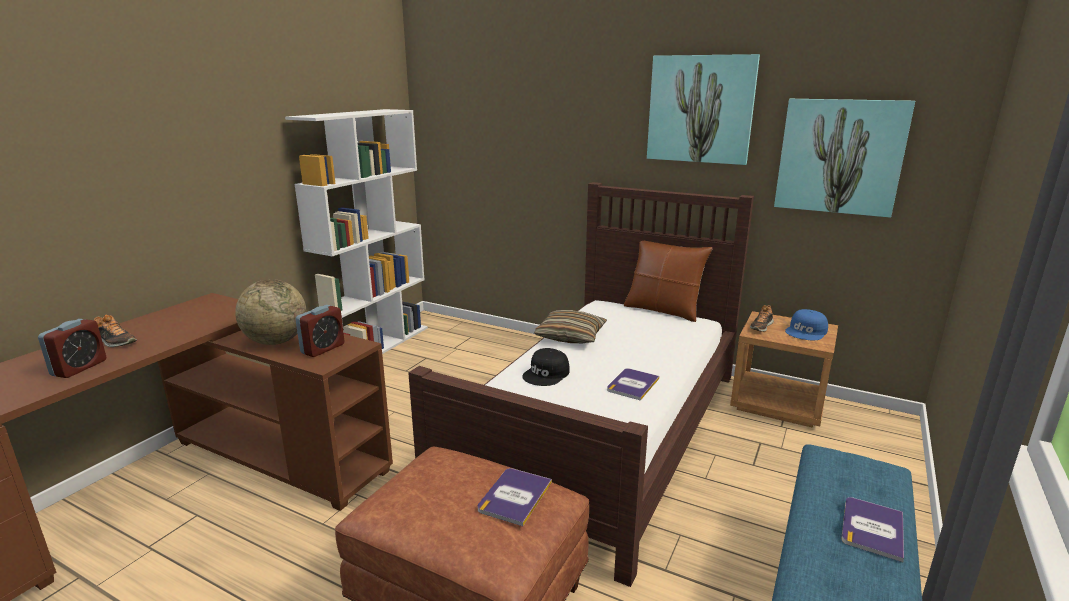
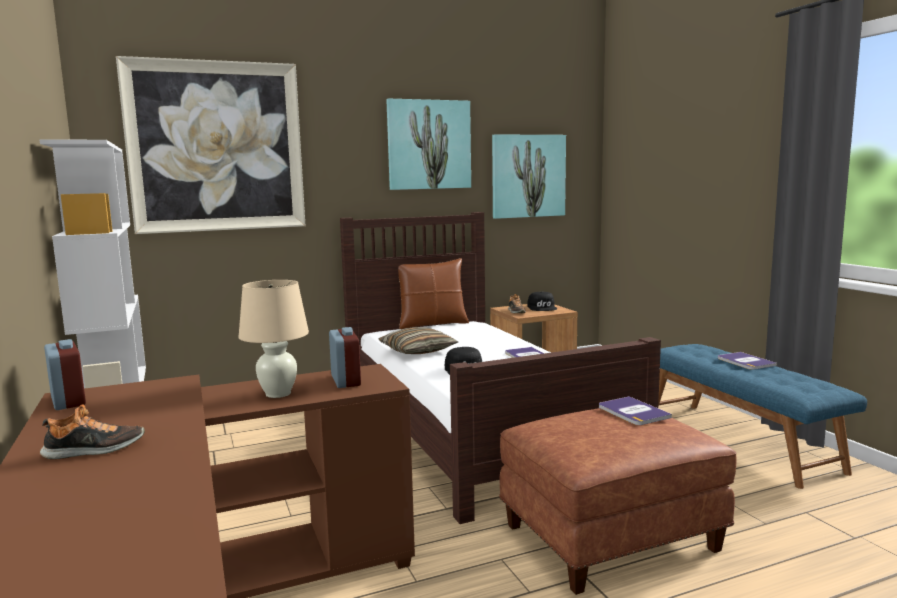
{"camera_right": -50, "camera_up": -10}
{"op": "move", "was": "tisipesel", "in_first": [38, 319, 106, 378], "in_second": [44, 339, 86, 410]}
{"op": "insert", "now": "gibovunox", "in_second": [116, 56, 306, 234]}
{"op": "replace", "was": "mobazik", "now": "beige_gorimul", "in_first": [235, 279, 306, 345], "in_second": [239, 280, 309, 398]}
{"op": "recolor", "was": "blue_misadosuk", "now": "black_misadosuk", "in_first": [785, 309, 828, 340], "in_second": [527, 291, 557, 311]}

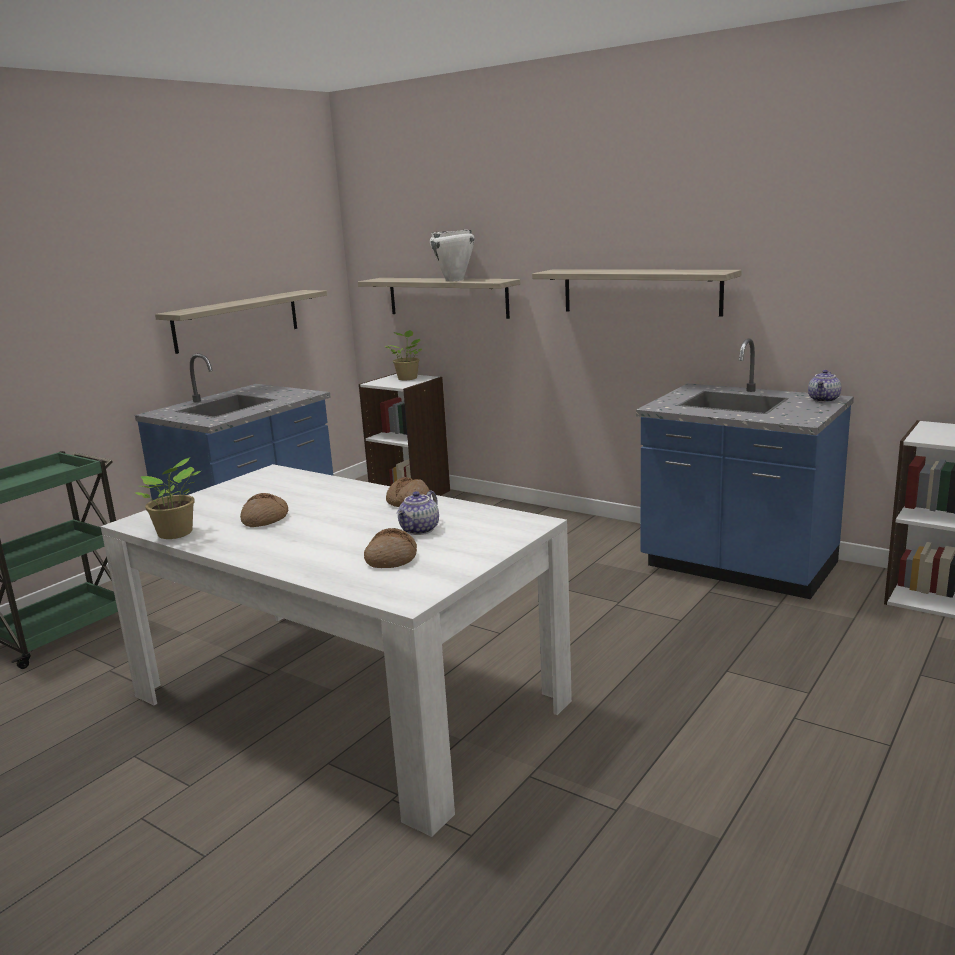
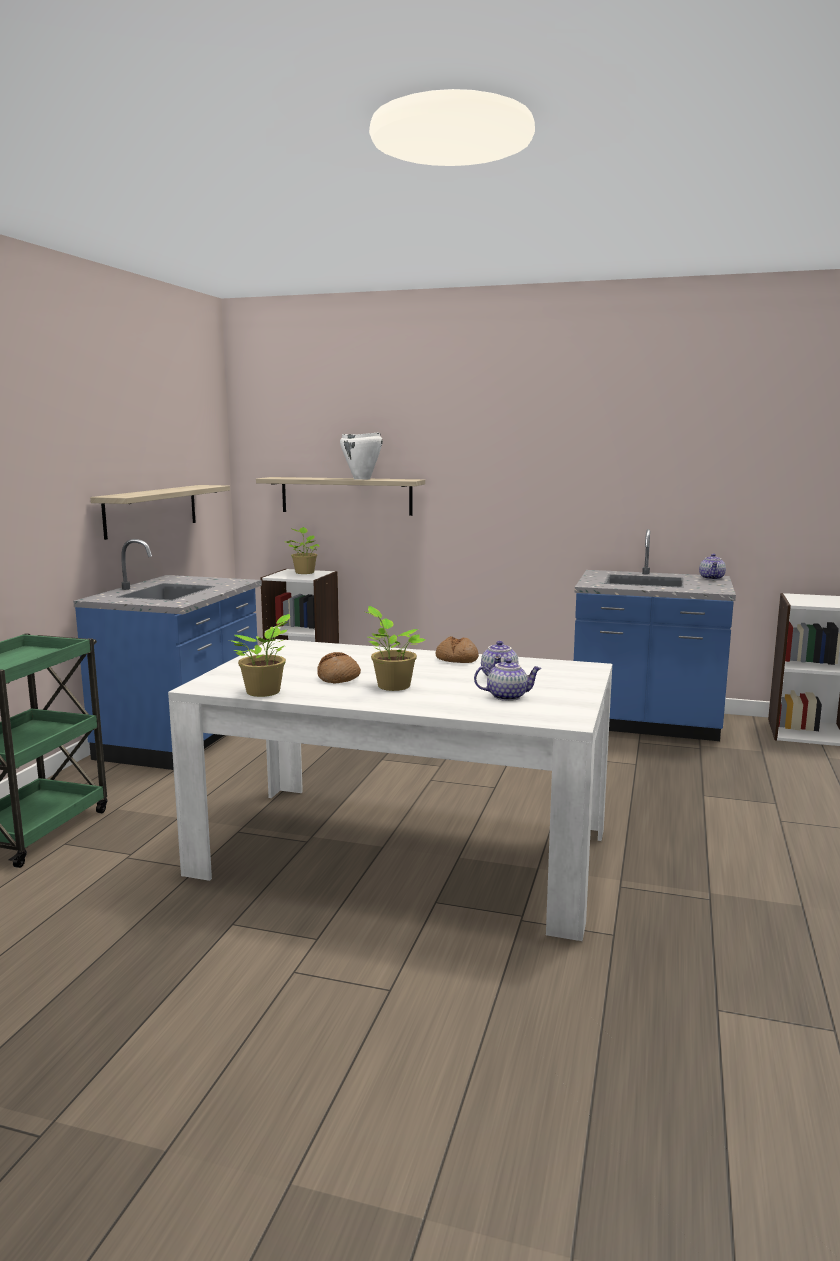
{"camera_right": -20, "camera_up": -5}
{"op": "insert", "now": "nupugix", "in_second": [366, 606, 425, 691]}
{"op": "replace", "was": "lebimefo", "now": "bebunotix", "in_first": [364, 528, 417, 568], "in_second": [474, 658, 542, 701]}
{"op": "delete", "was": "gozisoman", "in_first": [532, 269, 742, 317]}

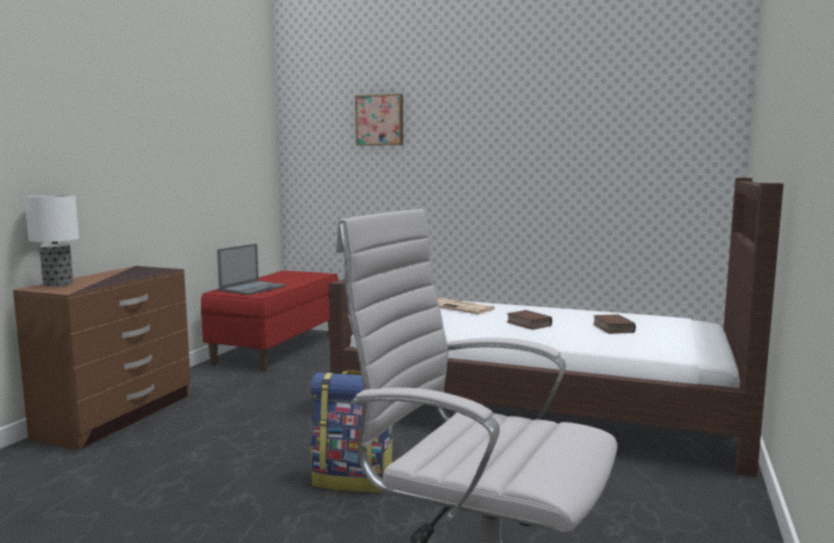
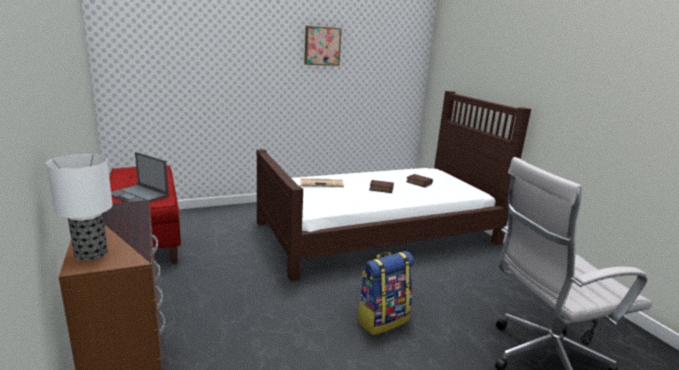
{"camera_right": -45, "camera_up": 10}
{"op": "rotate", "was": "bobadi", "in_first": [217, 244, 286, 295], "in_second": [111, 152, 169, 202], "clockwise": 135}
{"op": "move", "was": "gibovunox", "in_first": [355, 94, 403, 146], "in_second": [304, 26, 342, 66]}

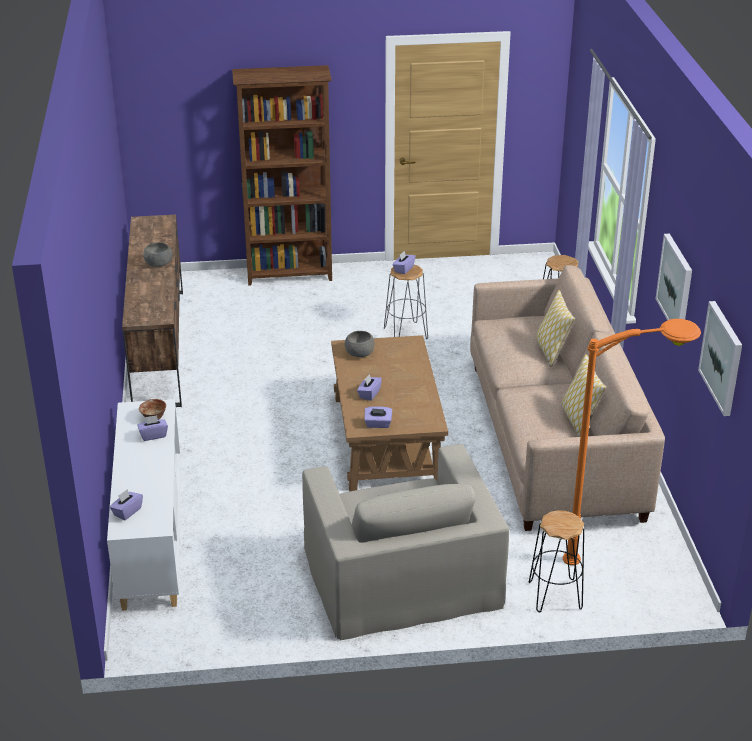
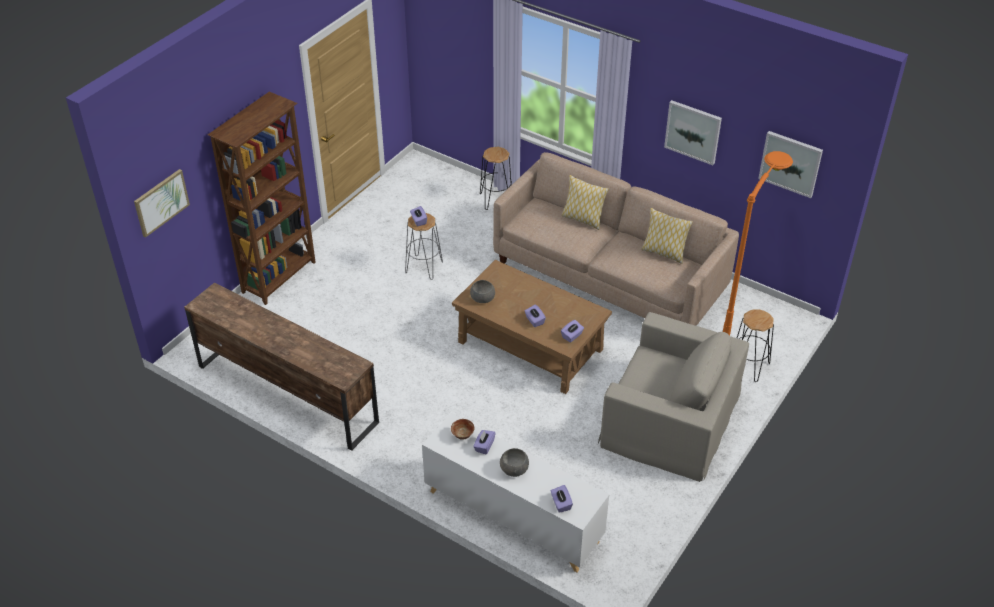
{"camera_right": -50, "camera_up": 10}
{"op": "insert", "now": "gibovunox", "in_second": [134, 169, 190, 237]}
{"op": "move", "was": "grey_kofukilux", "in_first": [143, 242, 173, 267], "in_second": [500, 448, 529, 477]}

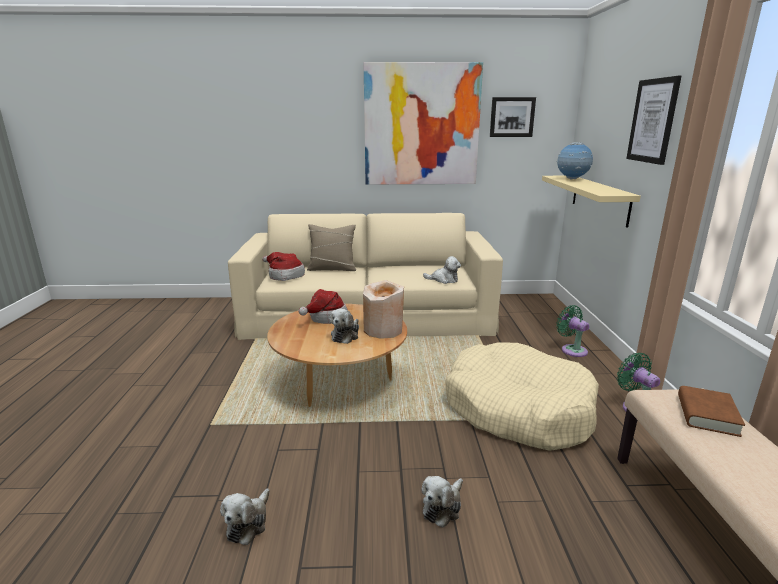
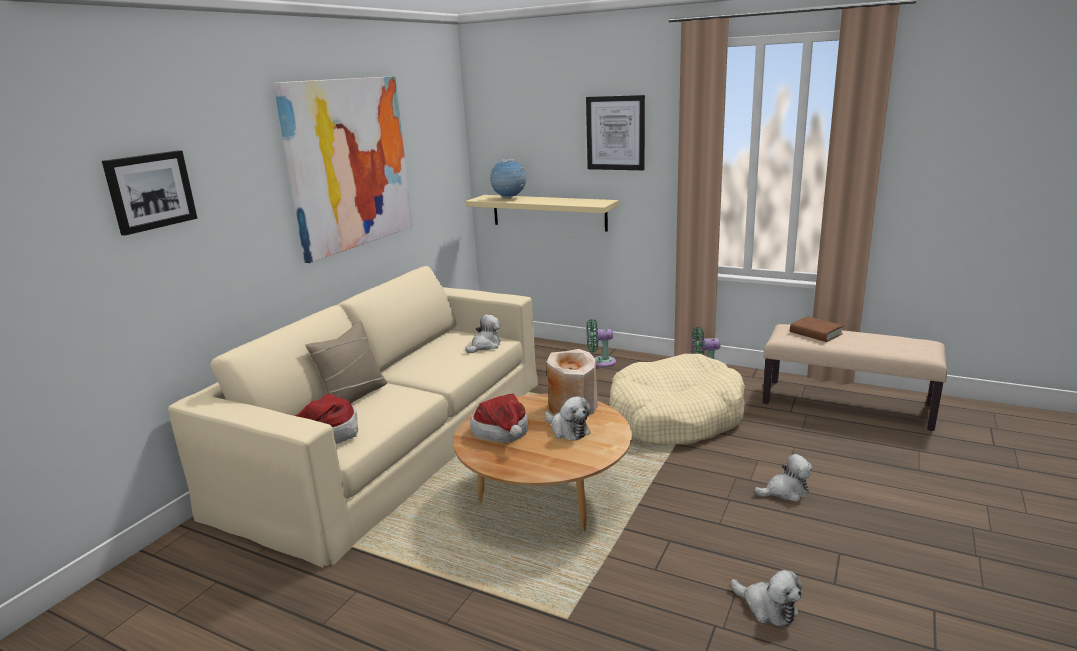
{"camera_right": -60, "camera_up": 0}
{"op": "move", "was": "gibovunox", "in_first": [490, 97, 536, 137], "in_second": [102, 150, 197, 236]}
{"op": "rotate", "was": "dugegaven", "in_first": [421, 476, 463, 528], "in_second": [754, 454, 812, 502], "clockwise": -75}

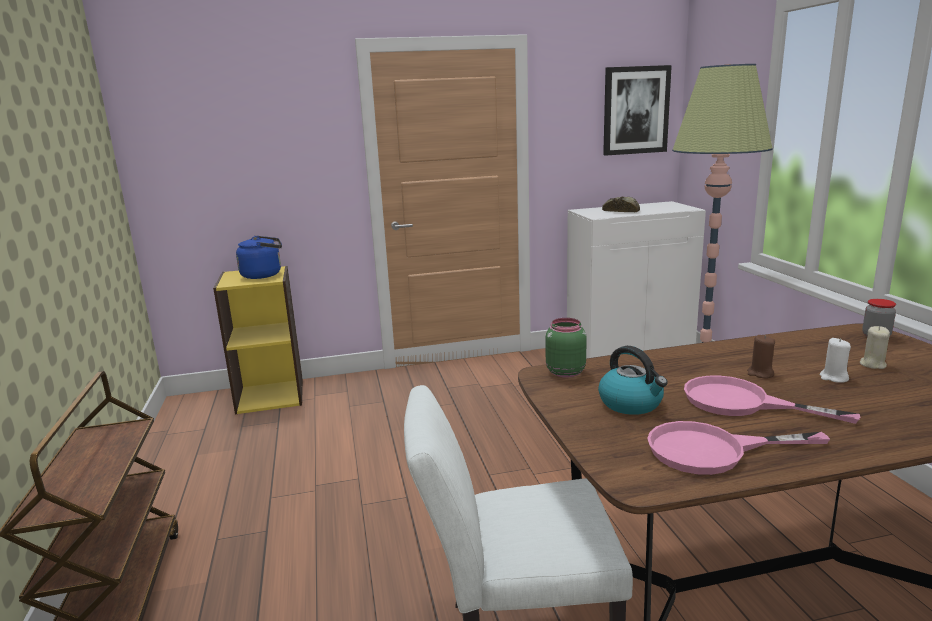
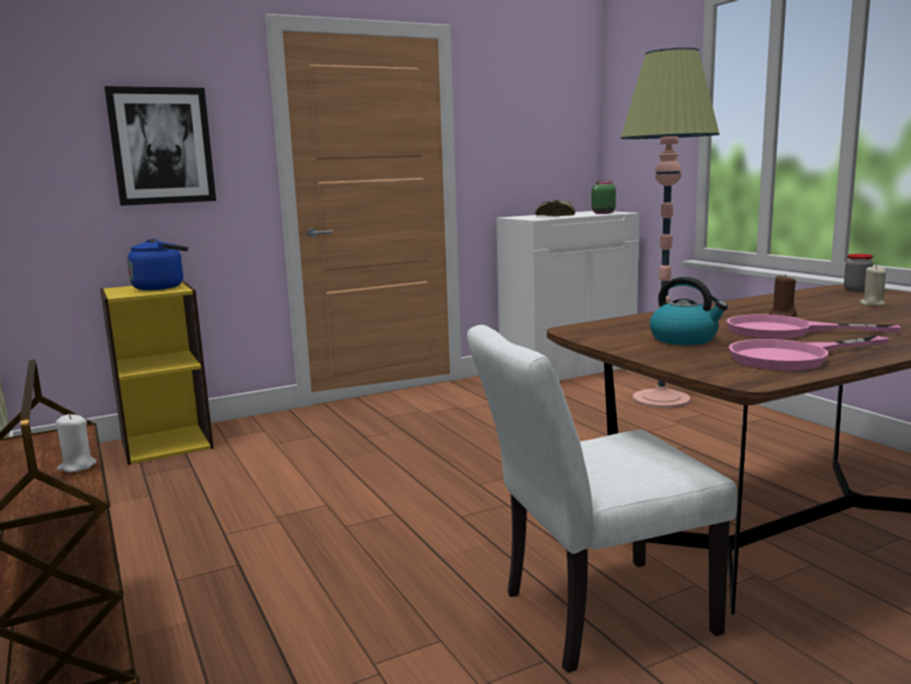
{"camera_right": -15, "camera_up": -5}
{"op": "move", "was": "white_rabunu", "in_first": [819, 338, 851, 383], "in_second": [56, 414, 97, 472]}
{"op": "move", "was": "gibovunox", "in_first": [603, 65, 672, 156], "in_second": [104, 86, 216, 206]}
{"op": "move", "was": "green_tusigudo", "in_first": [546, 318, 587, 378], "in_second": [592, 181, 616, 214]}

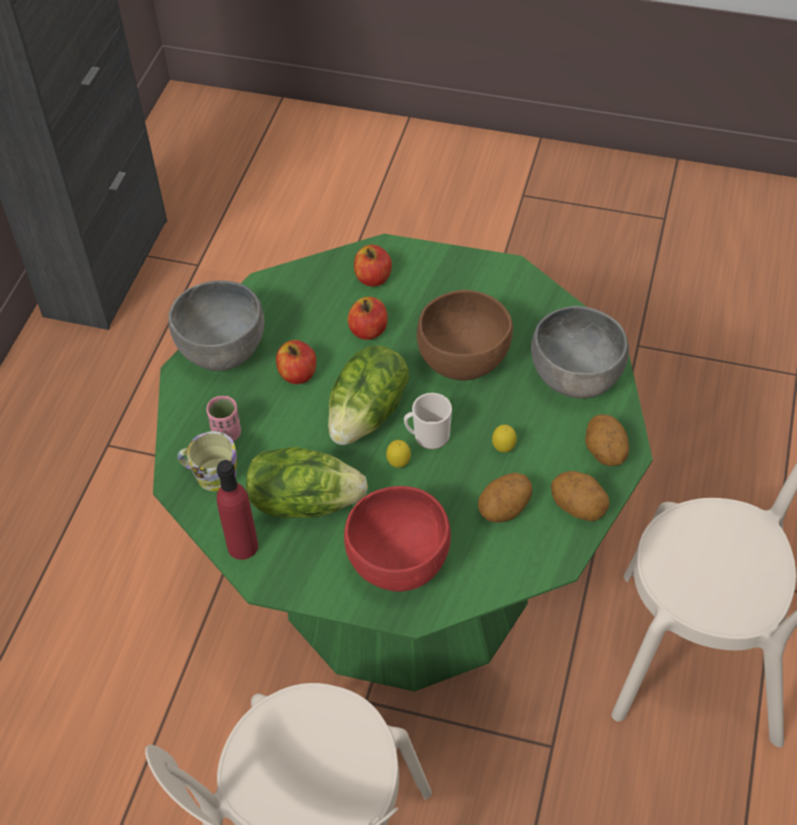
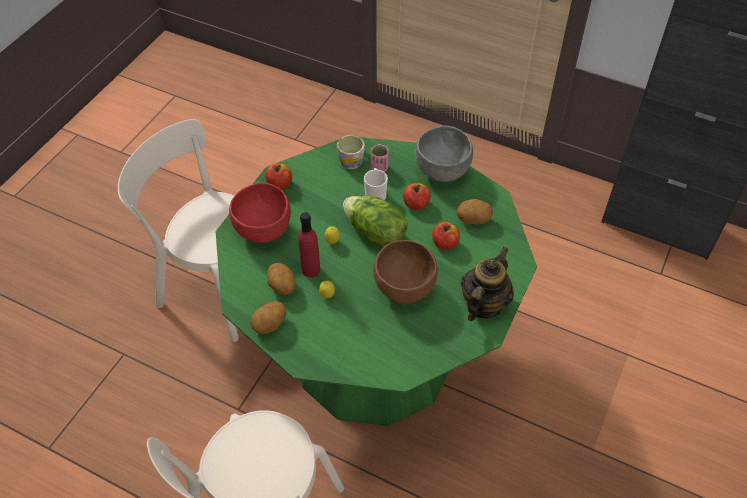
{"camera_right": 100, "camera_up": 0}
{"op": "move", "was": "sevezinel", "in_first": [354, 245, 392, 287], "in_second": [265, 164, 292, 189]}
{"op": "move", "was": "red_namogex", "in_first": [217, 460, 258, 560], "in_second": [298, 212, 320, 278]}
{"op": "move", "was": "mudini", "in_first": [404, 393, 452, 449], "in_second": [364, 168, 388, 200]}
{"op": "move", "was": "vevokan", "in_first": [585, 414, 629, 466], "in_second": [457, 199, 493, 224]}
{"op": "insert", "now": "bebunotix", "in_second": [461, 247, 514, 321]}
{"op": "delete", "was": "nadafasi", "in_first": [246, 447, 368, 518]}
{"op": "delete", "was": "grey_kofukilux", "in_first": [531, 306, 629, 399]}

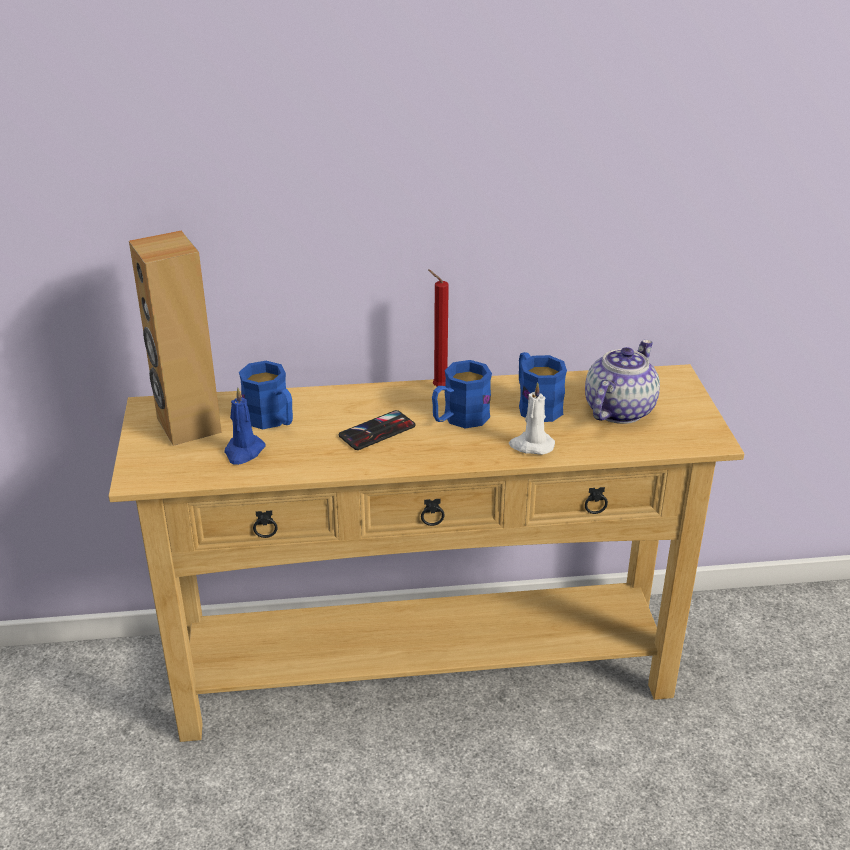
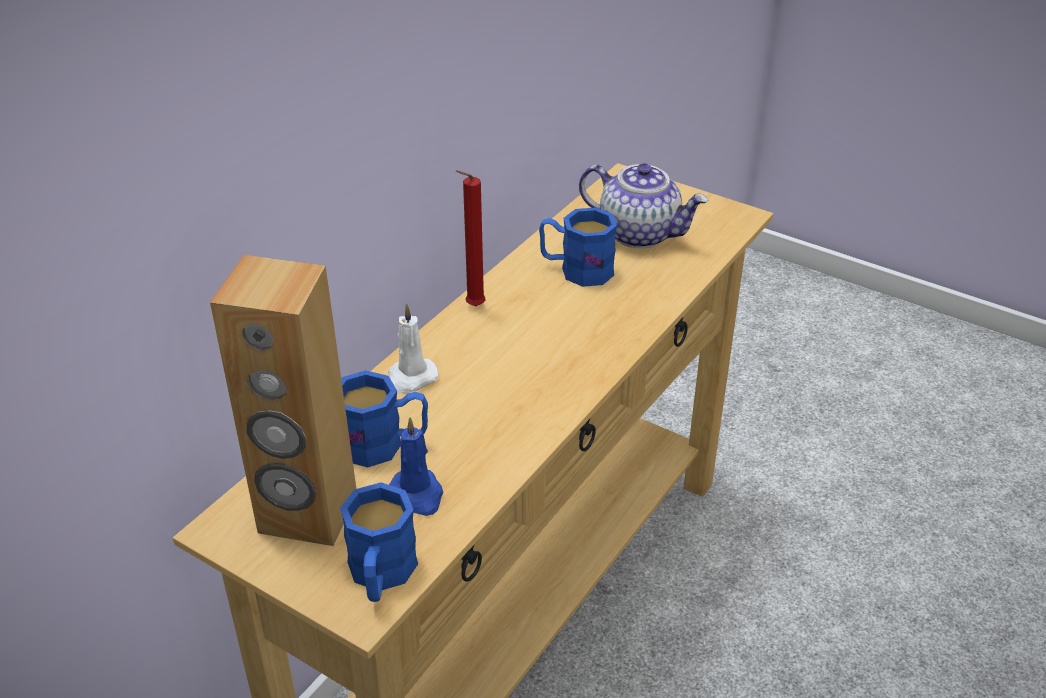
{"camera_right": -50, "camera_up": 5}
{"op": "move", "was": "blue_mudini", "in_first": [432, 360, 492, 429], "in_second": [340, 482, 418, 602]}
{"op": "move", "was": "white_rabunu", "in_first": [509, 382, 555, 455], "in_second": [388, 303, 438, 393]}
{"op": "rotate", "was": "bebunotix", "in_first": [585, 340, 660, 424], "in_second": [579, 163, 709, 248], "clockwise": 135}
{"op": "delete", "was": "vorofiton", "in_first": [339, 410, 416, 450]}

